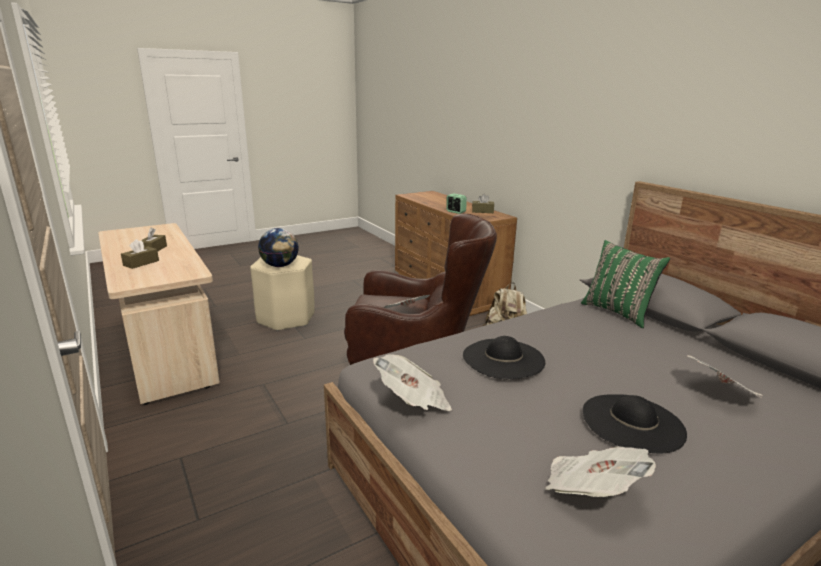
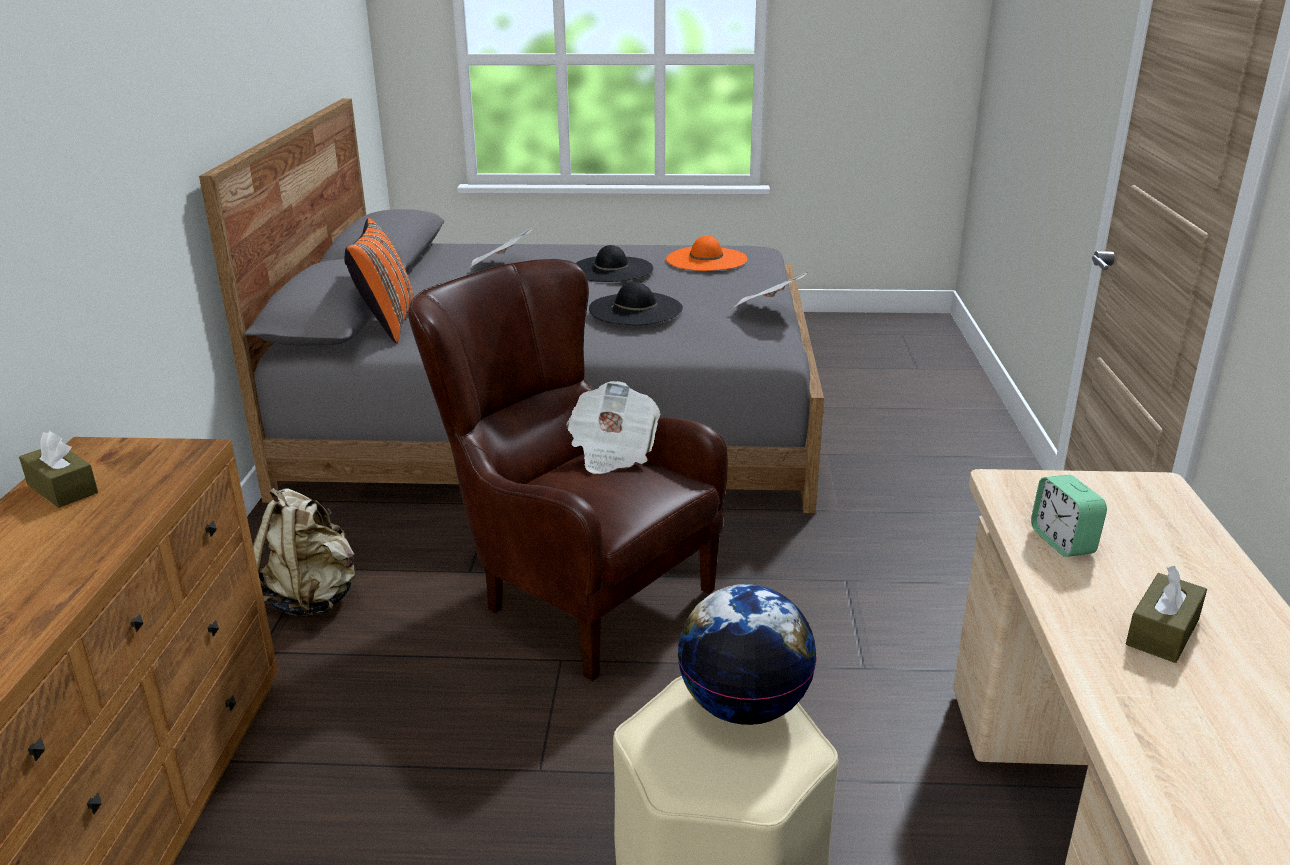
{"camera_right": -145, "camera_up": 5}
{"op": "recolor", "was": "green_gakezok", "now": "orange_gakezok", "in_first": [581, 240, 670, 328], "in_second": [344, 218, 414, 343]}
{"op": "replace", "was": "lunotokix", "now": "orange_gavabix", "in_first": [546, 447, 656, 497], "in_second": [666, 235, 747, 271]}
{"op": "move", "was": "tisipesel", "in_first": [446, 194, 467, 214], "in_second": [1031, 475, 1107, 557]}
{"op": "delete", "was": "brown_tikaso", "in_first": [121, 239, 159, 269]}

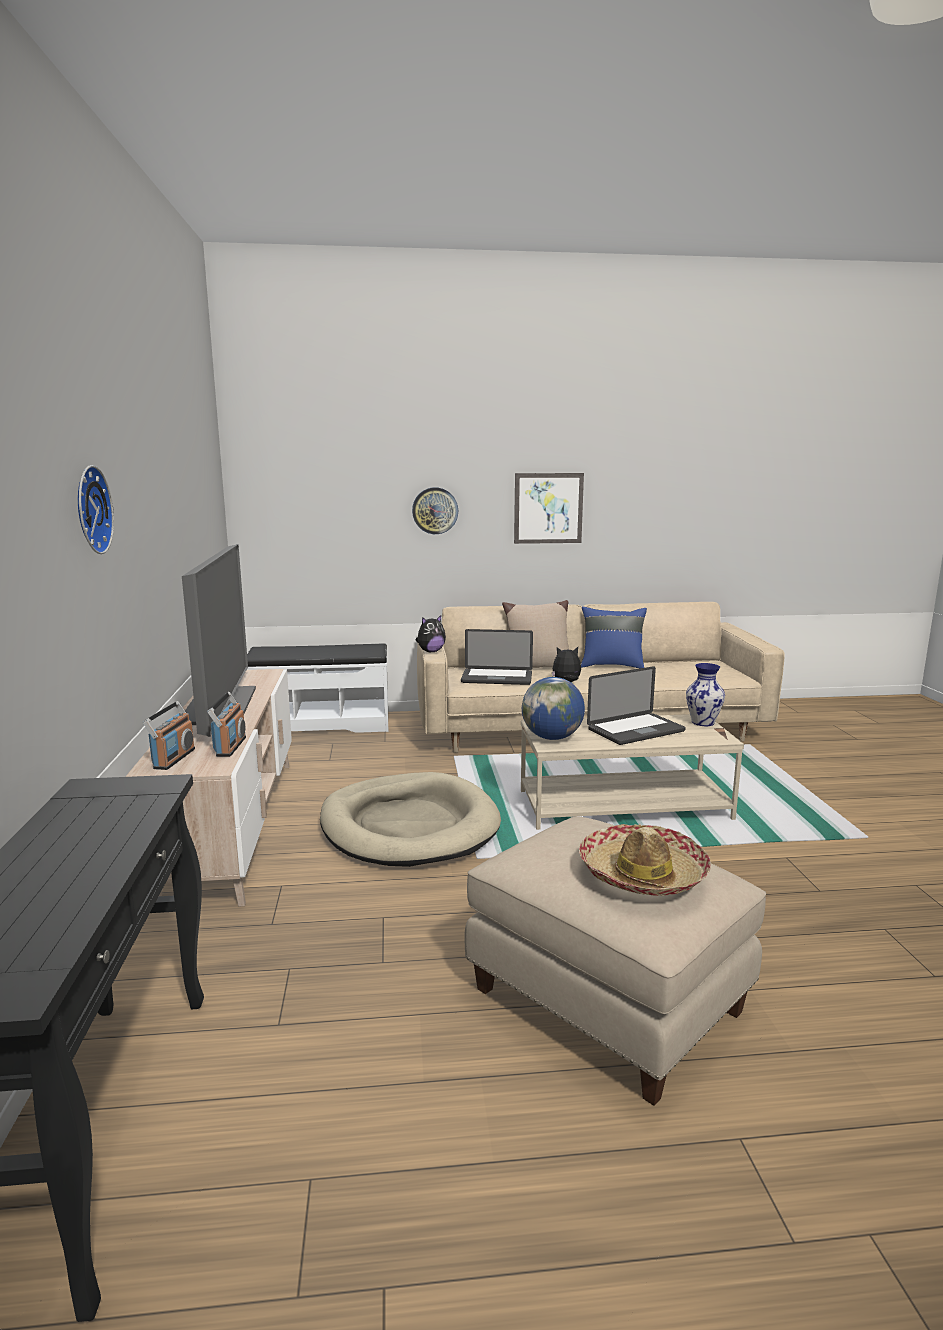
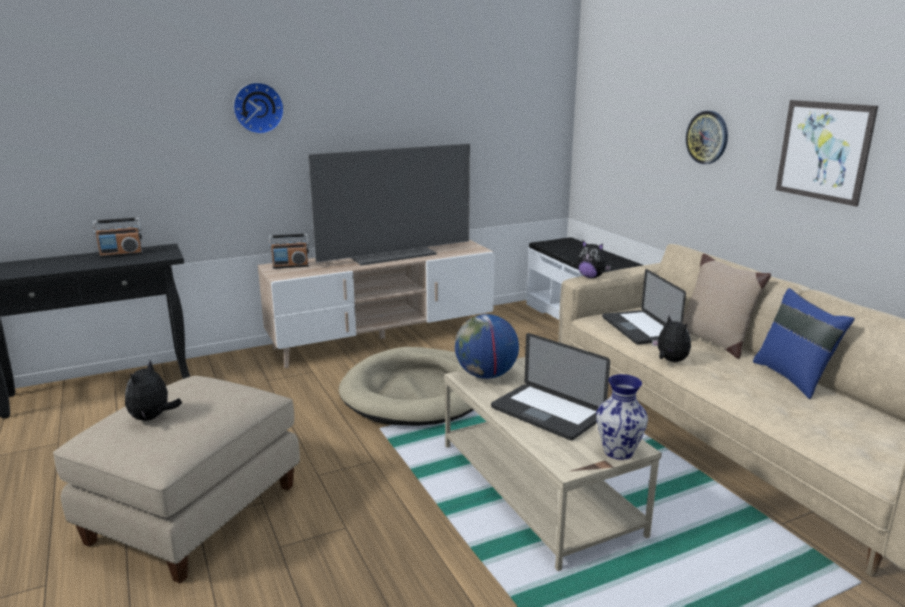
{"camera_right": 70, "camera_up": 5}
{"op": "move", "was": "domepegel", "in_first": [207, 692, 246, 757], "in_second": [93, 218, 143, 258]}
{"op": "replace", "was": "gavabix", "now": "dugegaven", "in_first": [579, 824, 711, 896], "in_second": [125, 360, 182, 421]}

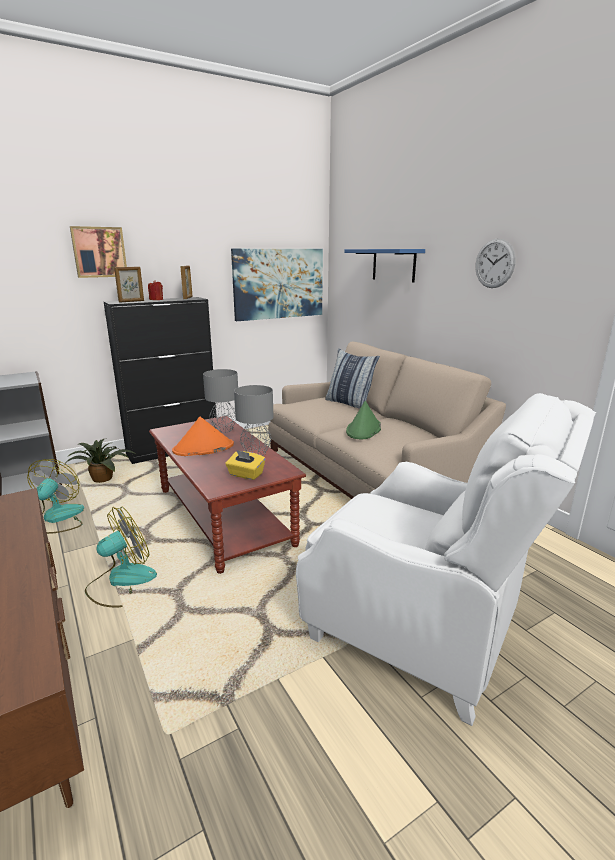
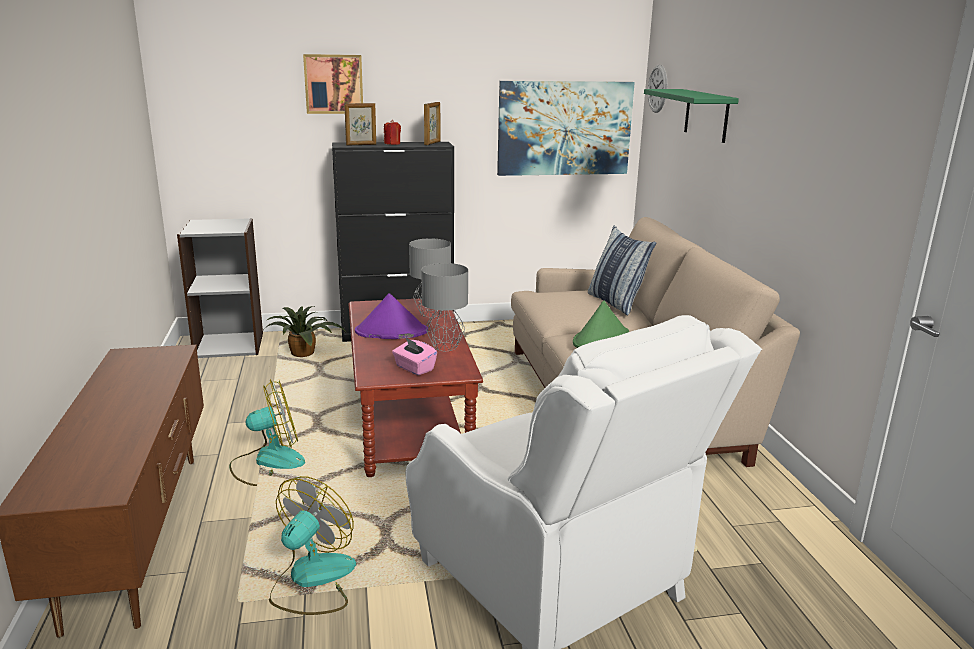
{"camera_right": 20, "camera_up": 0}
{"op": "move", "was": "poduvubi", "in_first": [27, 459, 84, 534], "in_second": [269, 476, 356, 615]}
{"op": "recolor", "was": "orange_gavabix", "now": "purple_gavabix", "in_first": [172, 417, 234, 456], "in_second": [355, 293, 428, 339]}
{"op": "recolor", "was": "yellow_tikaso", "now": "pink_tikaso", "in_first": [225, 450, 265, 480], "in_second": [392, 338, 437, 376]}
{"op": "recolor", "was": "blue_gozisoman", "now": "green_gozisoman", "in_first": [344, 249, 425, 282], "in_second": [644, 89, 739, 143]}
{"op": "move", "was": "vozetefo", "in_first": [475, 238, 516, 288], "in_second": [648, 64, 667, 113]}

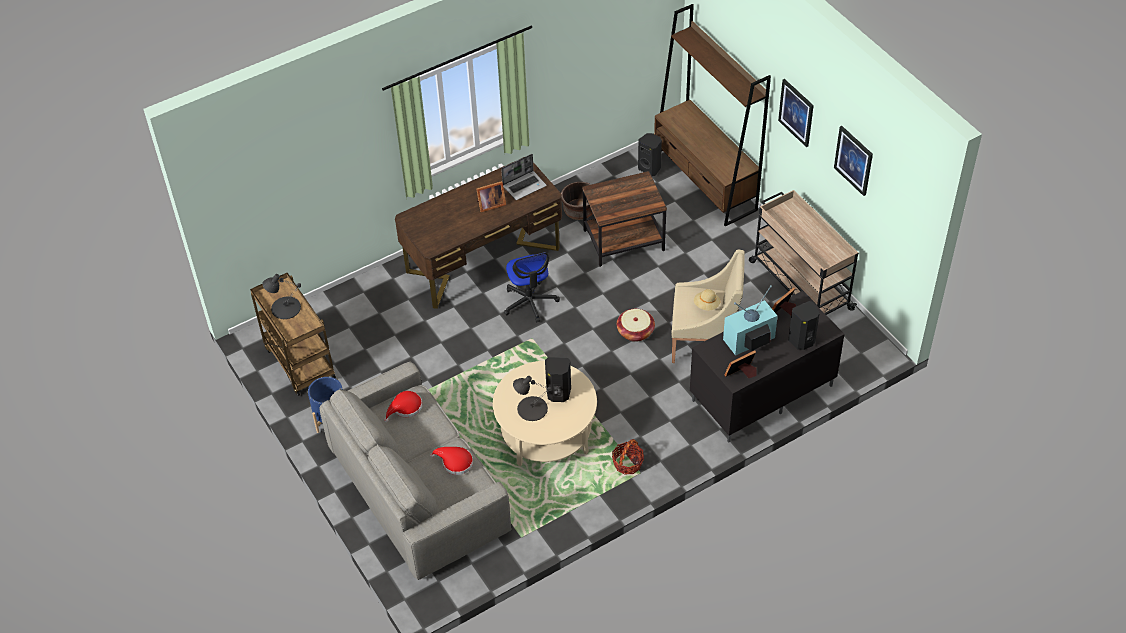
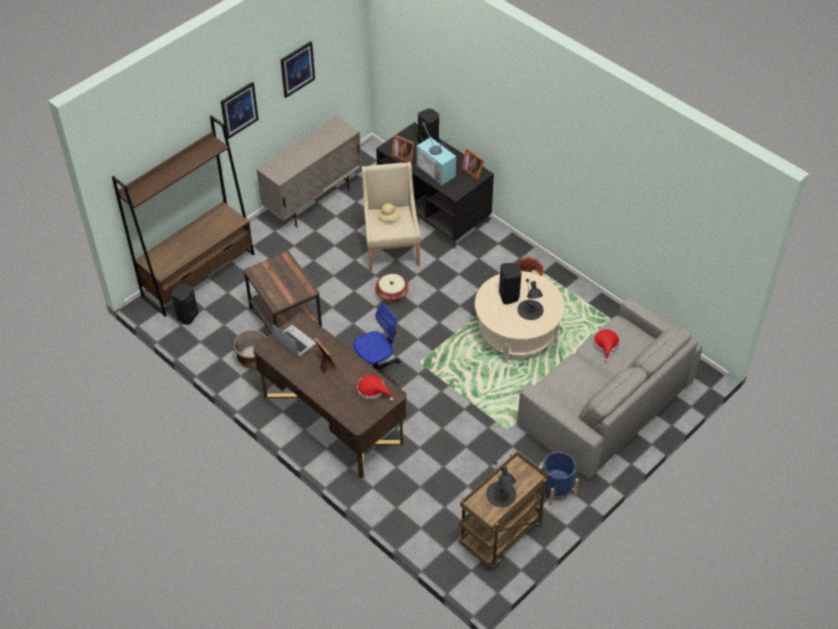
{"camera_right": -105, "camera_up": 0}
{"op": "replace", "was": "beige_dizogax", "now": "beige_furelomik", "in_first": [749, 190, 858, 315], "in_second": [256, 116, 362, 227]}
{"op": "move", "was": "red_gavabix", "in_first": [384, 391, 422, 422], "in_second": [357, 375, 393, 401]}

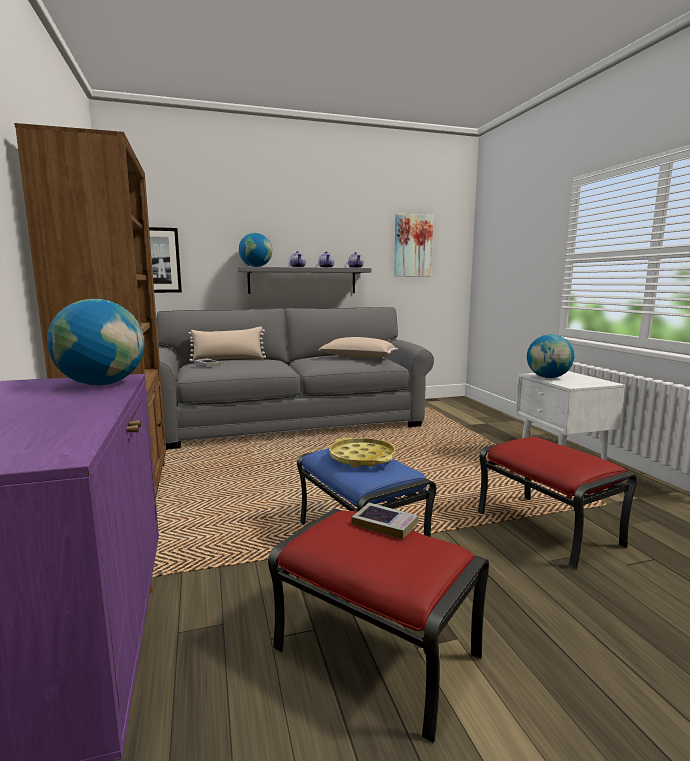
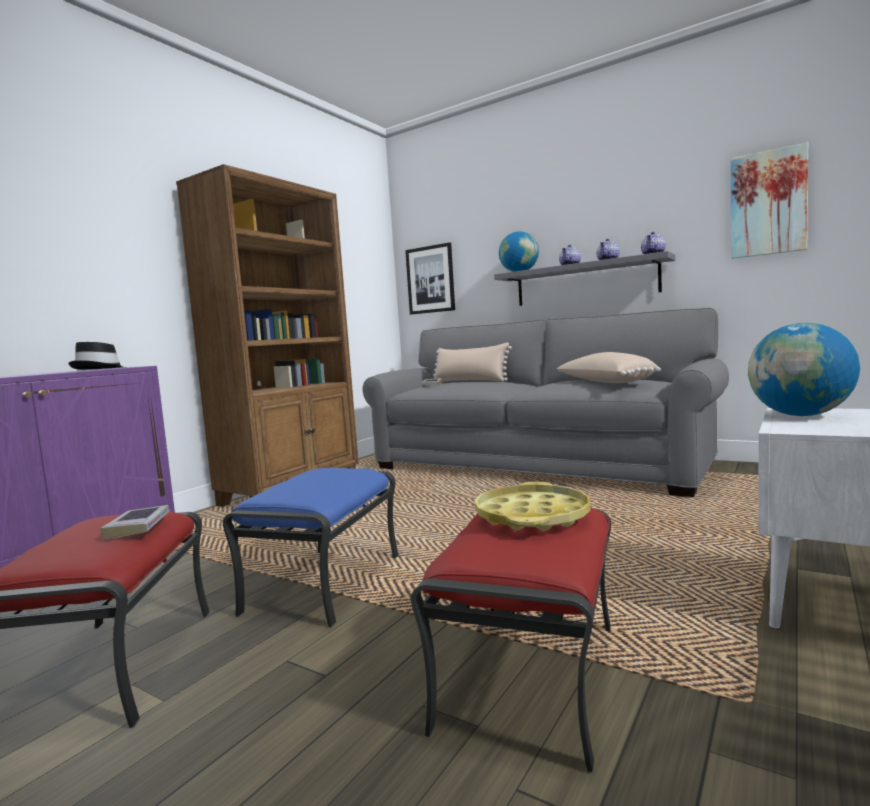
{"camera_right": 50, "camera_up": -5}
{"op": "replace", "was": "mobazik", "now": "black_gavabix", "in_first": [47, 299, 145, 386], "in_second": [68, 342, 122, 369]}
{"op": "move", "was": "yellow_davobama", "in_first": [329, 438, 395, 467], "in_second": [475, 482, 591, 531]}

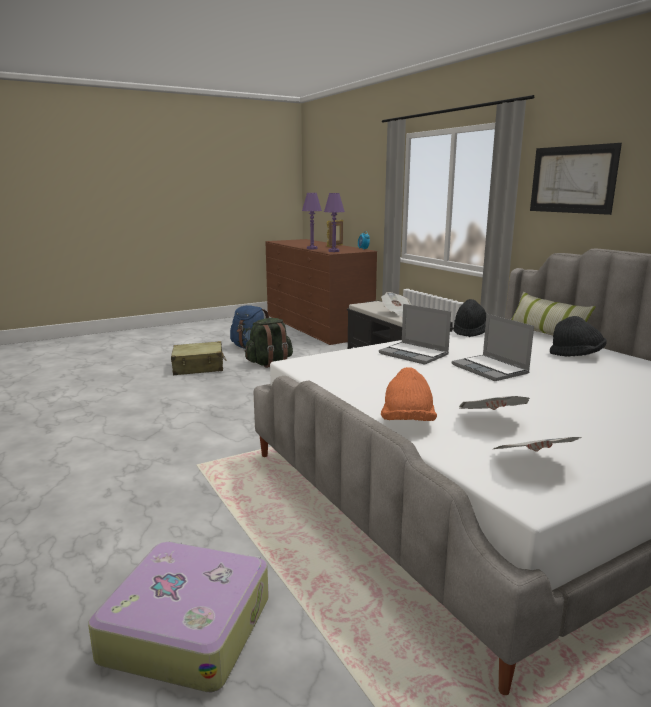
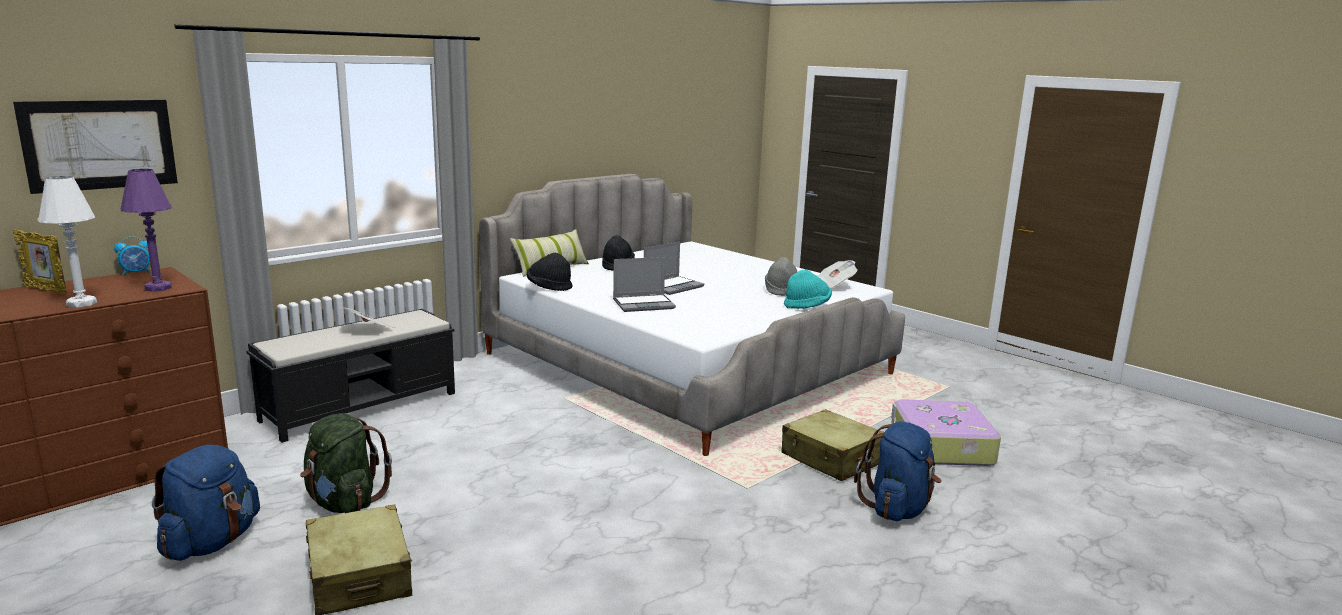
{"camera_right": -105, "camera_up": 0}
{"op": "move", "was": "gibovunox", "in_first": [530, 143, 622, 215], "in_second": [13, 100, 178, 194]}
{"op": "recolor", "was": "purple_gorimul", "now": "white_gorimul", "in_first": [302, 193, 322, 249], "in_second": [37, 176, 97, 308]}
{"op": "rotate", "was": "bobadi", "in_first": [379, 304, 451, 365], "in_second": [613, 257, 676, 312], "clockwise": 45}
{"op": "replace", "was": "lunotokix", "now": "grey_gavabix", "in_first": [459, 396, 530, 410], "in_second": [765, 257, 797, 296]}
{"op": "insert", "now": "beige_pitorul", "in_second": [782, 409, 884, 481]}
{"op": "recolor", "was": "orange_gavabix", "now": "turquoise_gavabix", "in_first": [381, 367, 437, 421], "in_second": [784, 269, 832, 309]}
{"op": "insert", "now": "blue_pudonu", "in_second": [854, 421, 941, 521]}

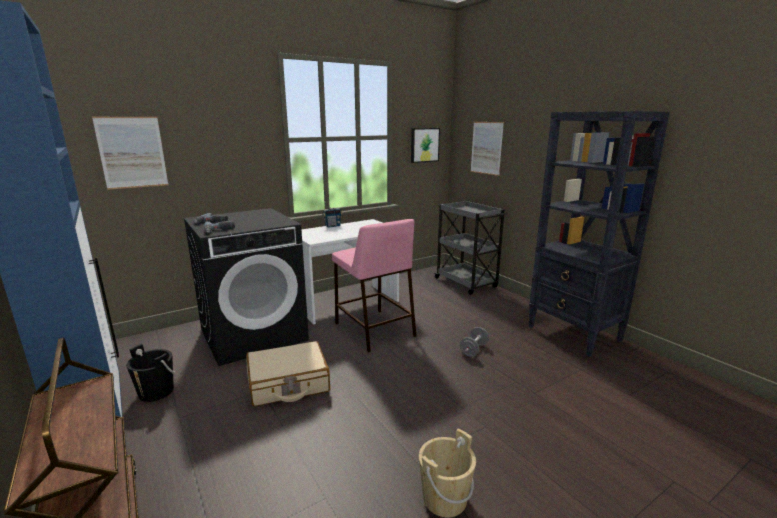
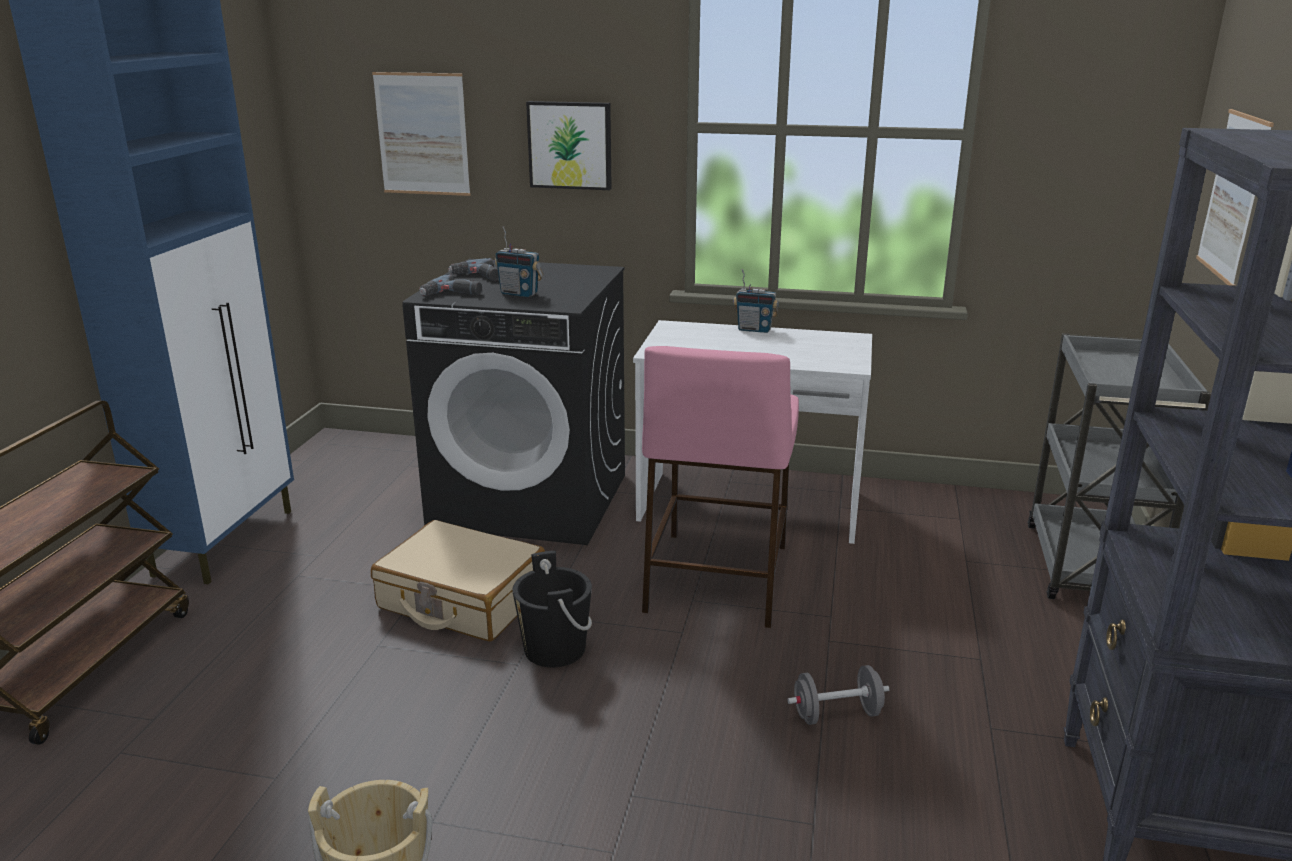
{"camera_right": 45, "camera_up": 5}
{"op": "insert", "now": "domepegel", "in_second": [495, 226, 544, 297]}
{"op": "move", "was": "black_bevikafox", "in_first": [126, 344, 175, 402], "in_second": [512, 551, 592, 667]}
{"op": "move", "was": "gibovunox", "in_first": [411, 128, 440, 163], "in_second": [526, 101, 612, 190]}

